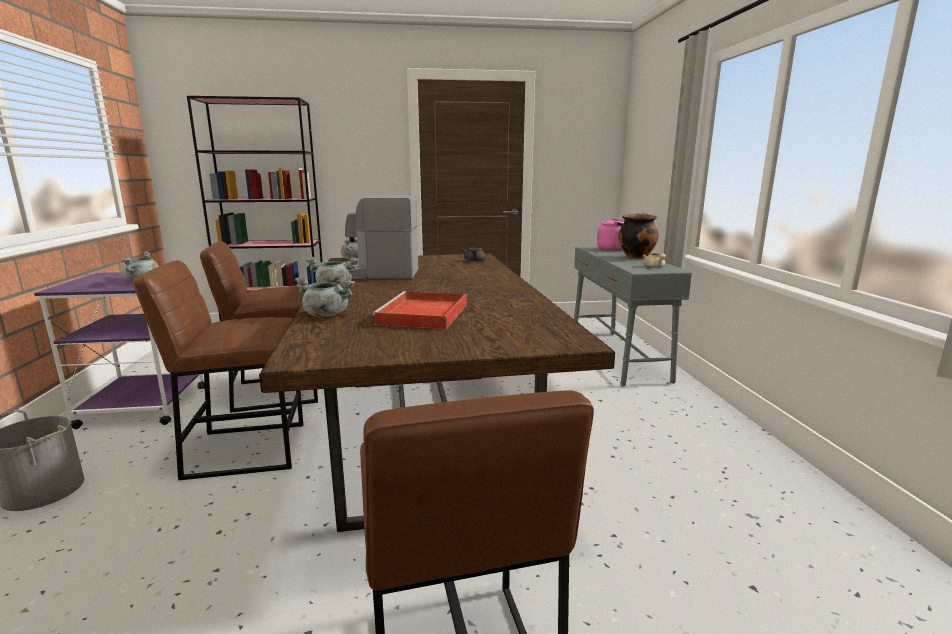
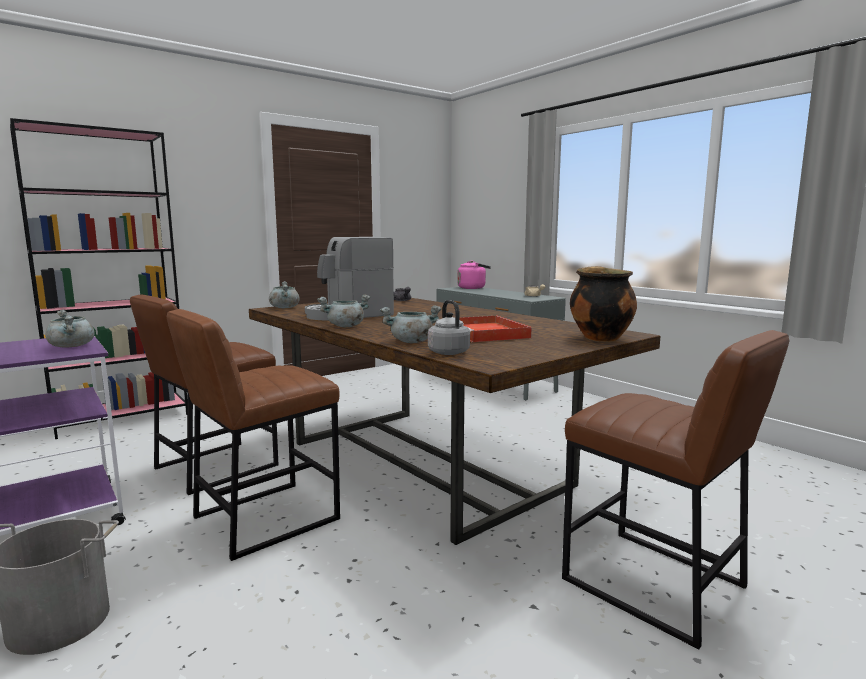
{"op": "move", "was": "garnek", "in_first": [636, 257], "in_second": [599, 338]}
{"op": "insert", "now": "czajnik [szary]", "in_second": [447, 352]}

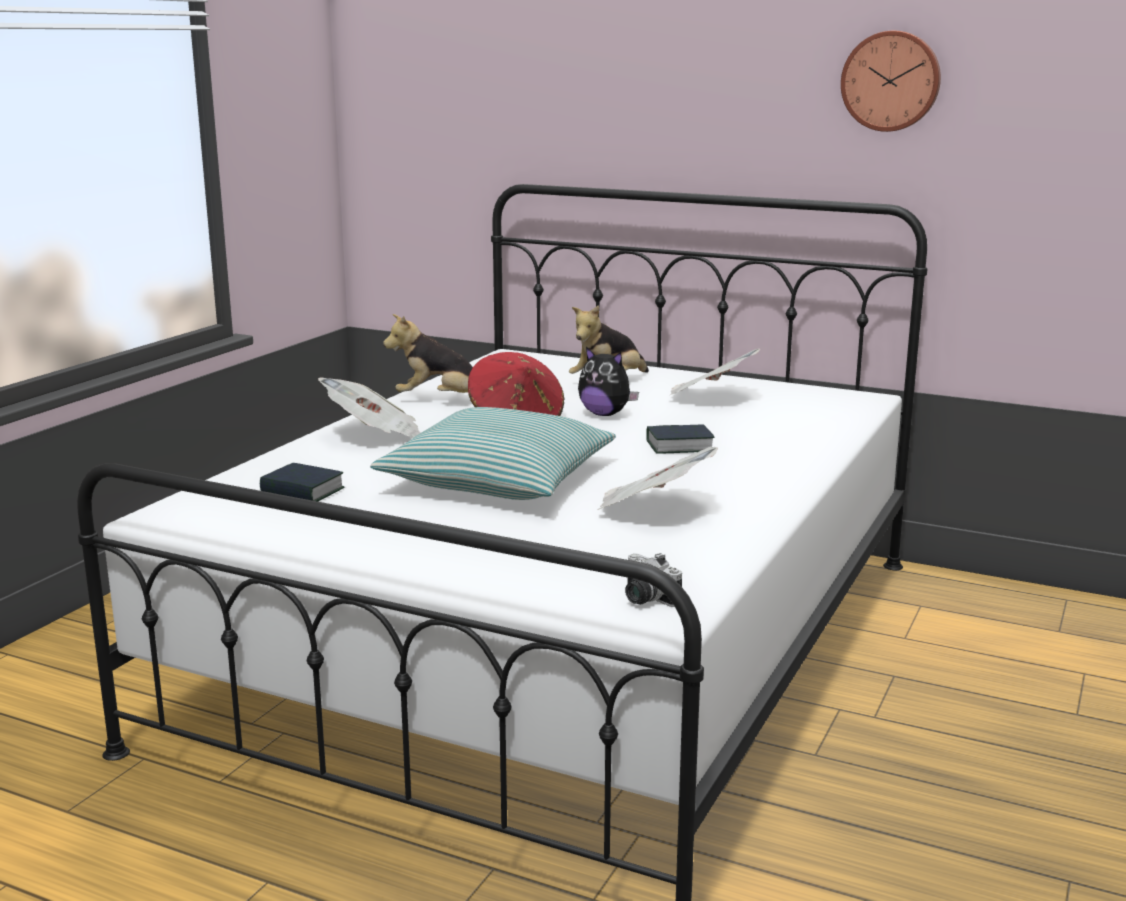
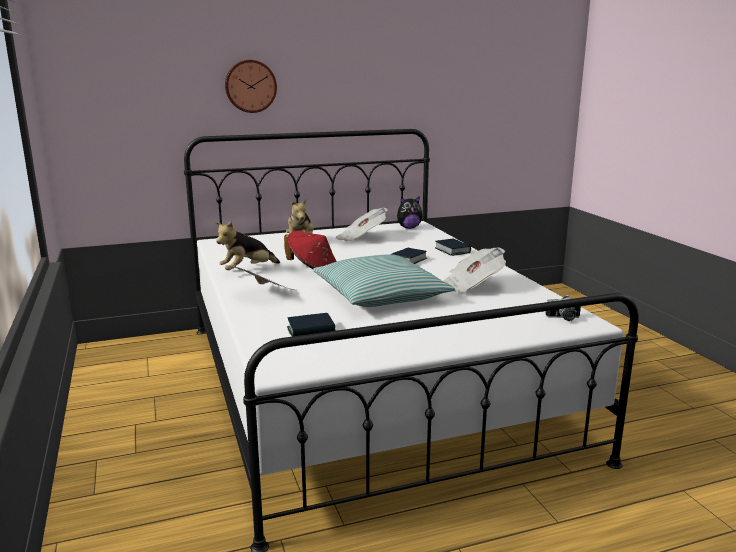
{"op": "move", "was": "pluszak", "in_first": [605, 414], "in_second": [409, 228]}
{"op": "move", "was": "zegar ścienny", "in_first": [891, 81], "in_second": [250, 86]}
{"op": "insert", "now": "książka", "in_second": [452, 250]}

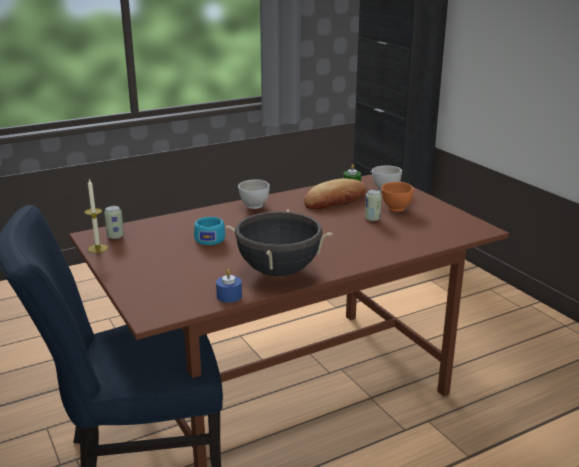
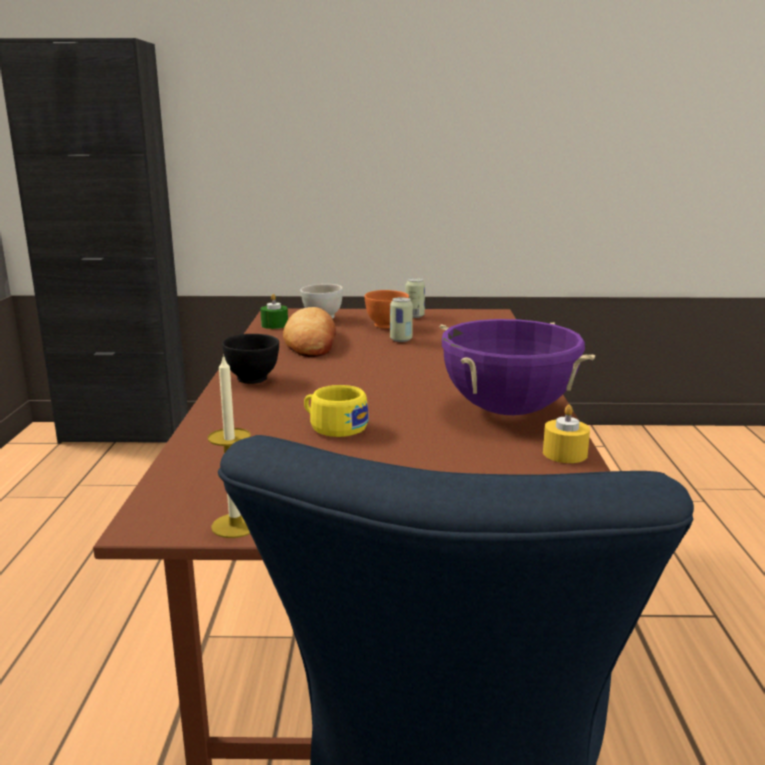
{"op": "move", "was": "puszka", "in_first": [115, 236], "in_second": [414, 316]}
{"op": "recolor", "was": "filiżanka [turkusowy]", "now": "filiżanka [żółty]", "in_first": [210, 238], "in_second": [333, 427]}
{"op": "recolor", "was": "świeca [niebieski]", "now": "świeca [żółty]", "in_first": [229, 296], "in_second": [565, 453]}
{"op": "recolor", "was": "garnek [czarny]", "now": "garnek [fioletowy]", "in_first": [278, 271], "in_second": [507, 411]}
{"op": "recolor", "was": "miska [biały]", "now": "miska [czarny]", "in_first": [254, 206], "in_second": [253, 379]}

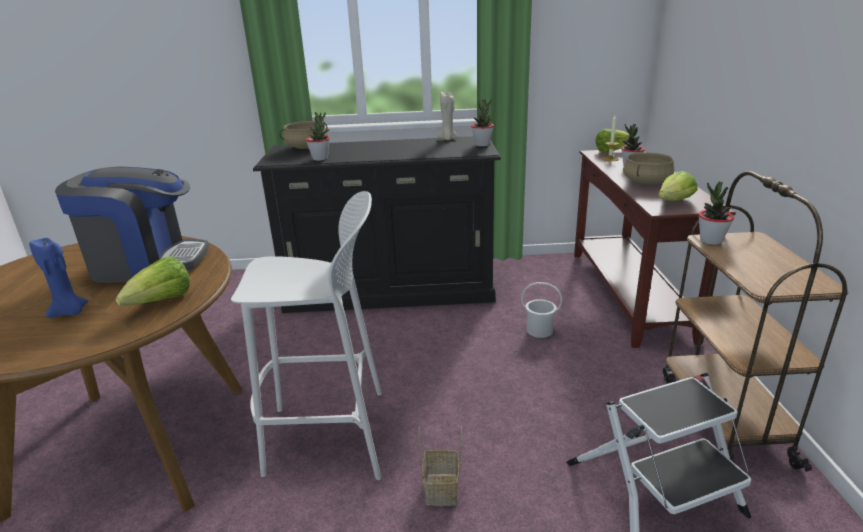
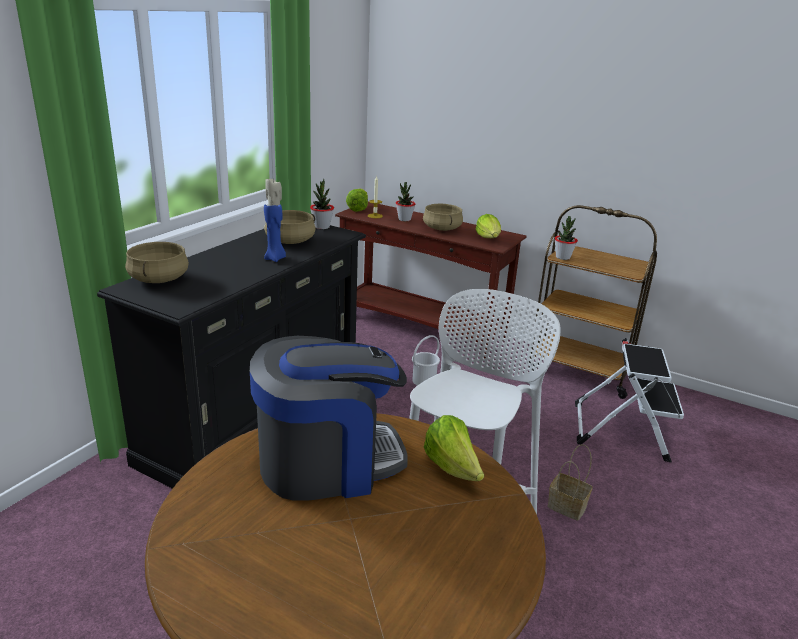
{"op": "move", "was": "świeca [niebieski]", "in_first": [70, 312], "in_second": [275, 259]}
{"op": "rotate", "was": "ekspres do kawy", "in_first": [147, 264], "in_second": [328, 462], "clockwise": 45}
{"op": "delete", "was": "roślina doniczkowa", "in_first": [320, 158]}
{"op": "insert", "now": "garnek [beżowy]", "in_second": [290, 241]}

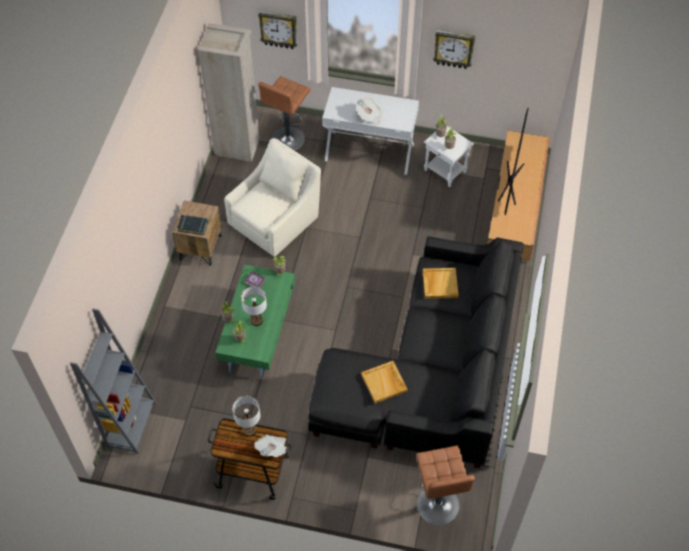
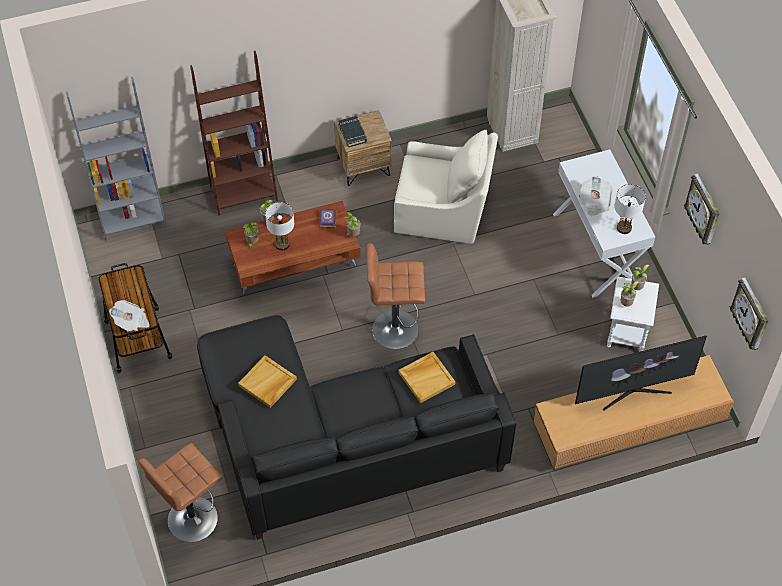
{"op": "recolor", "was": "ława [zielony]", "now": "ława [brązowy]", "in_first": [259, 334], "in_second": [294, 267]}
{"op": "move", "was": "lampa stołowa", "in_first": [249, 430], "in_second": [624, 228]}
{"op": "move", "was": "zegar ścienny", "in_first": [278, 29], "in_second": [751, 315]}
{"op": "move", "was": "stołek [brązowy]", "in_first": [287, 139], "in_second": [394, 329]}
{"op": "insert", "now": "regał [brązowy]", "in_second": [243, 194]}

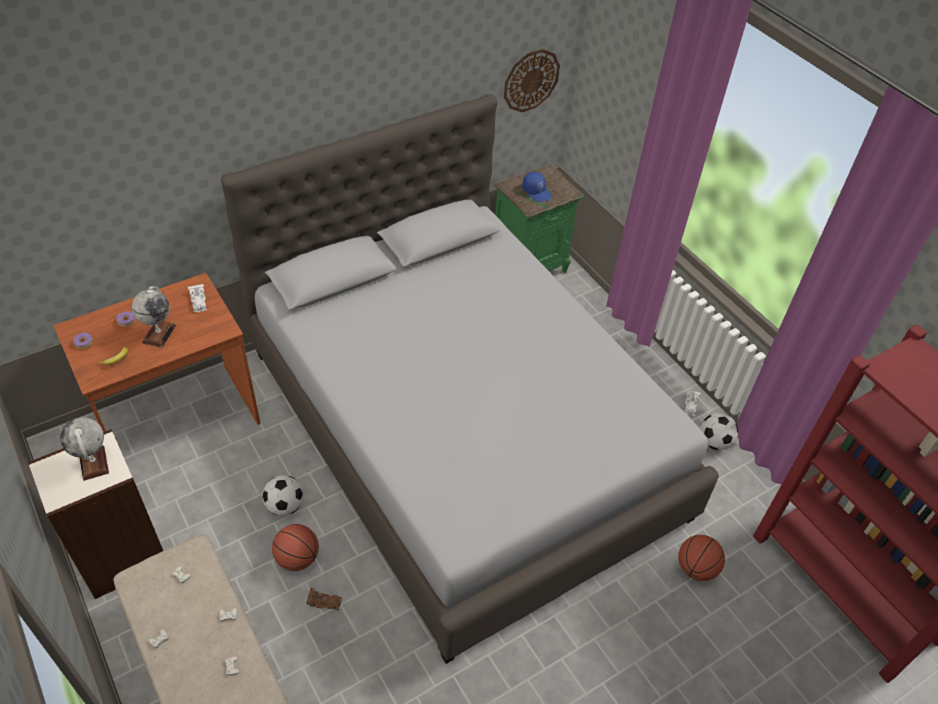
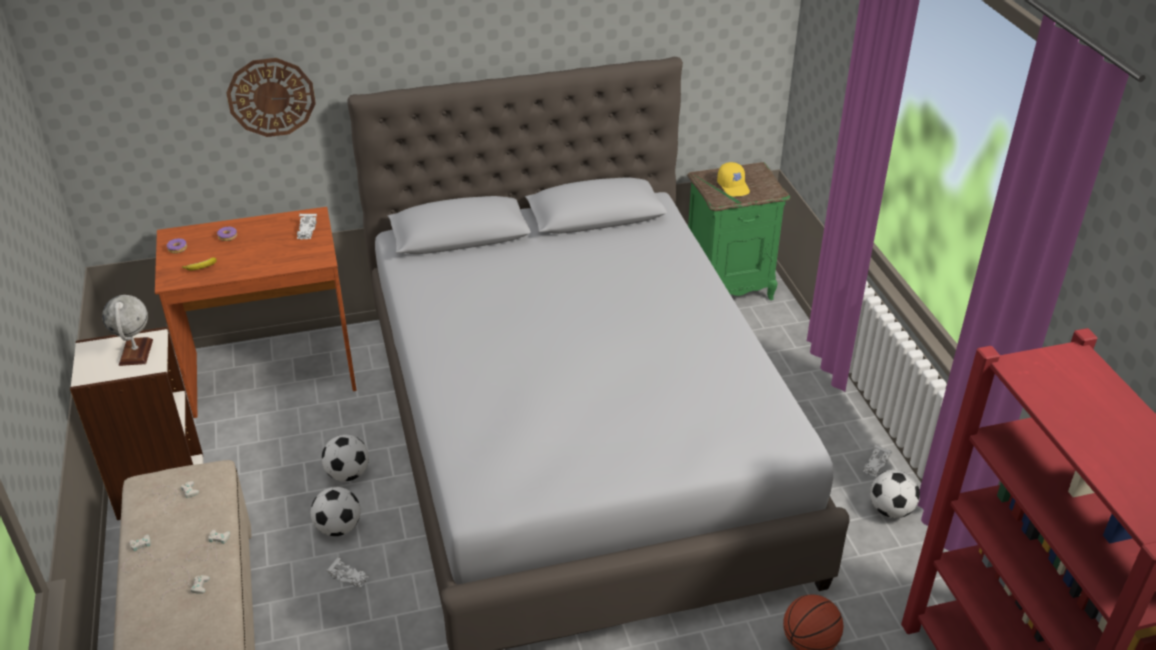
{"op": "delete", "was": "globus", "in_first": [159, 333]}
{"op": "replace", "was": "piłka do koszykówki", "now": "piłka futbolowa", "in_first": [297, 558], "in_second": [338, 527]}
{"op": "recolor", "was": "samochodzik [brązowy]", "now": "samochodzik [biały]", "in_first": [324, 602], "in_second": [349, 576]}
{"op": "move", "was": "zegar ścienny", "in_first": [531, 80], "in_second": [271, 97]}
{"op": "recolor", "was": "czapka z daszkiem [niebieski]", "now": "czapka z daszkiem [żółty]", "in_first": [537, 192], "in_second": [734, 186]}

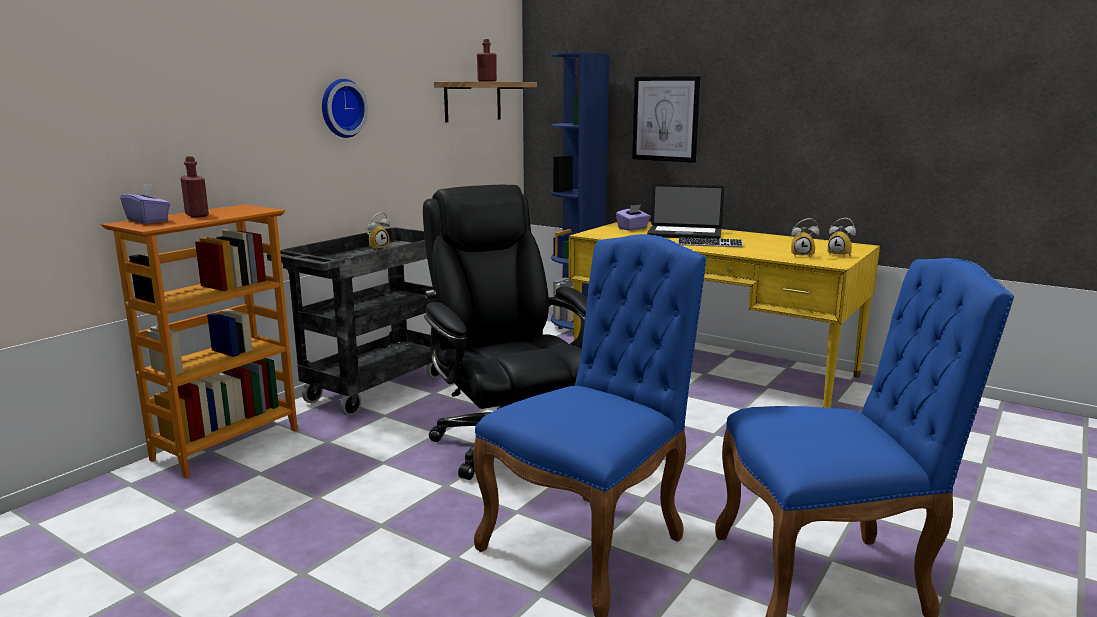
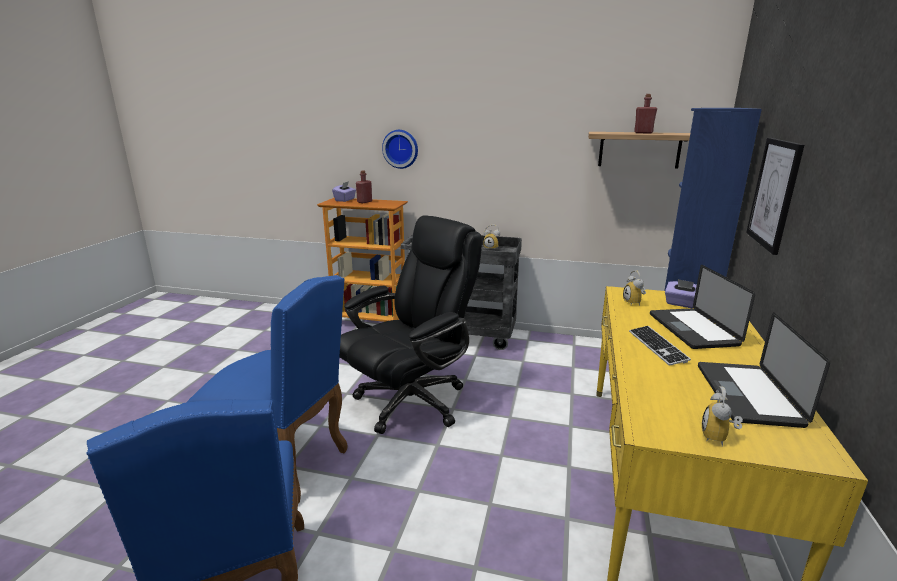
{"op": "move", "was": "zegar ścienny", "in_first": [341, 108], "in_second": [401, 149]}
{"op": "move", "was": "budzik", "in_first": [802, 256], "in_second": [634, 303]}
{"op": "insert", "now": "laptop", "in_second": [747, 394]}

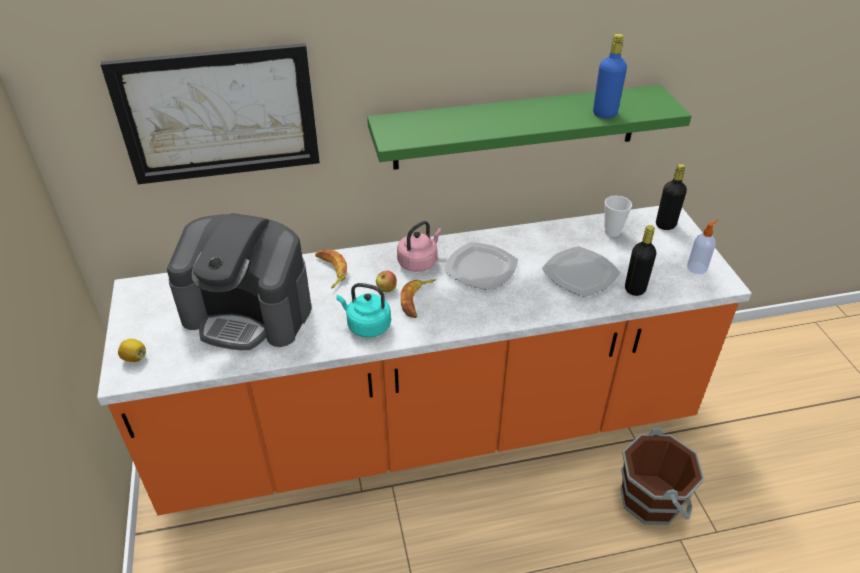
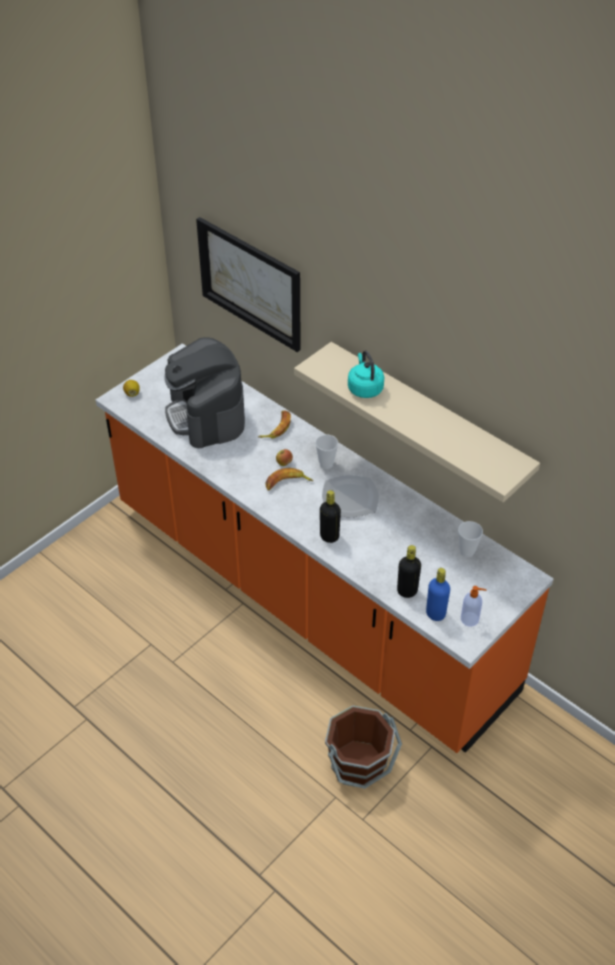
{"op": "move", "was": "czajnik [turkusowy]", "in_first": [366, 326], "in_second": [364, 388]}
{"op": "recolor", "was": "półka [zielony]", "now": "półka [beżowy]", "in_first": [516, 127], "in_second": [428, 418]}
{"op": "replace", "was": "czajnik [różowy]", "now": "filiżanka", "in_first": [419, 262], "in_second": [326, 464]}
{"op": "delete", "was": "talerz", "in_first": [581, 273]}
{"op": "move", "was": "butelka [niebieski]", "in_first": [604, 113], "in_second": [435, 614]}
{"op": "move", "was": "butelka [czarny]", "in_first": [665, 225], "in_second": [329, 536]}

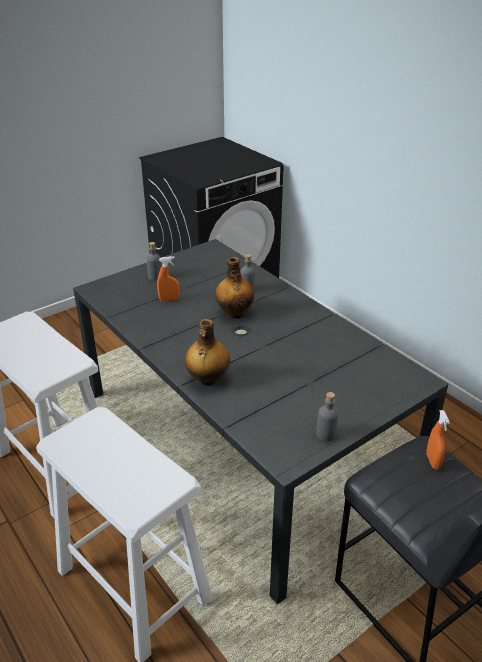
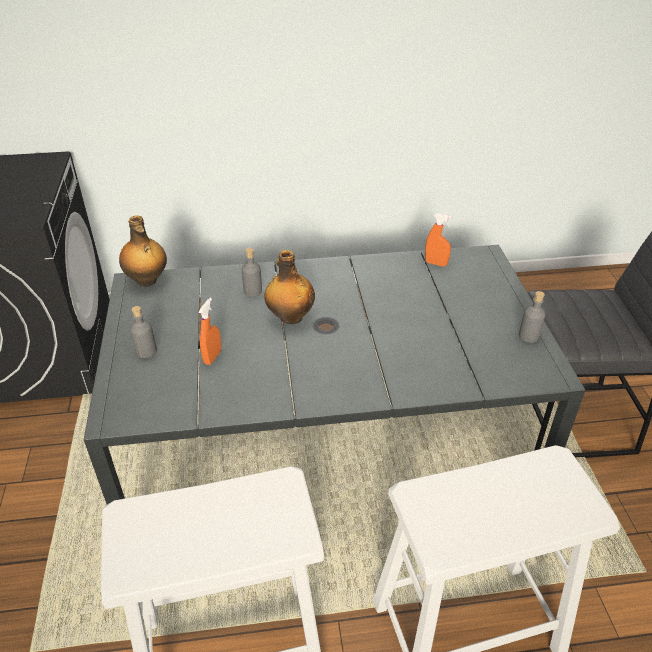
{"op": "move", "was": "butelka", "in_first": [207, 380], "in_second": [147, 281]}
{"op": "move", "was": "spryskiwacz [pomarańczowy]", "in_first": [433, 461], "in_second": [436, 263]}

